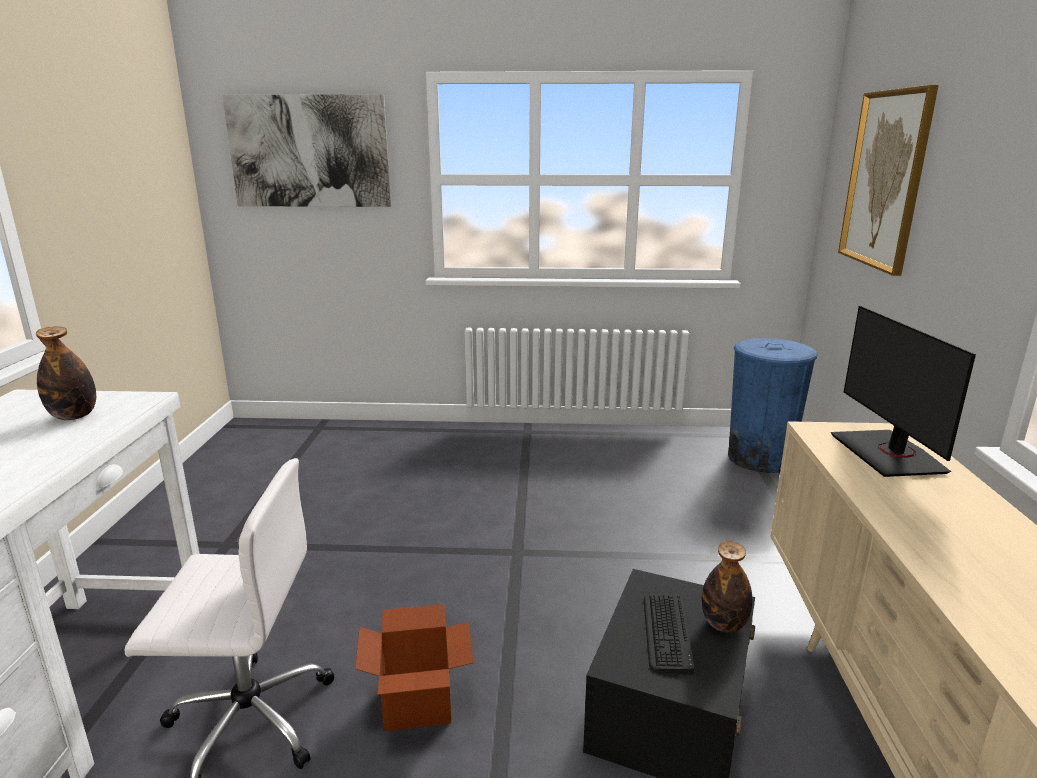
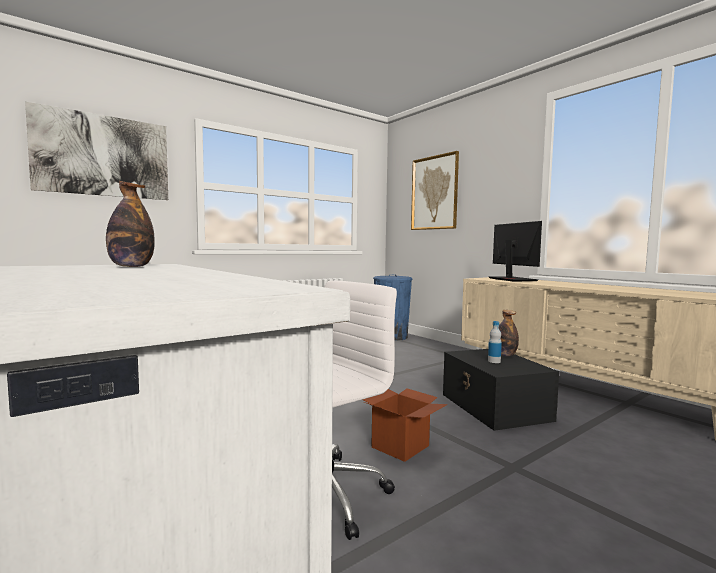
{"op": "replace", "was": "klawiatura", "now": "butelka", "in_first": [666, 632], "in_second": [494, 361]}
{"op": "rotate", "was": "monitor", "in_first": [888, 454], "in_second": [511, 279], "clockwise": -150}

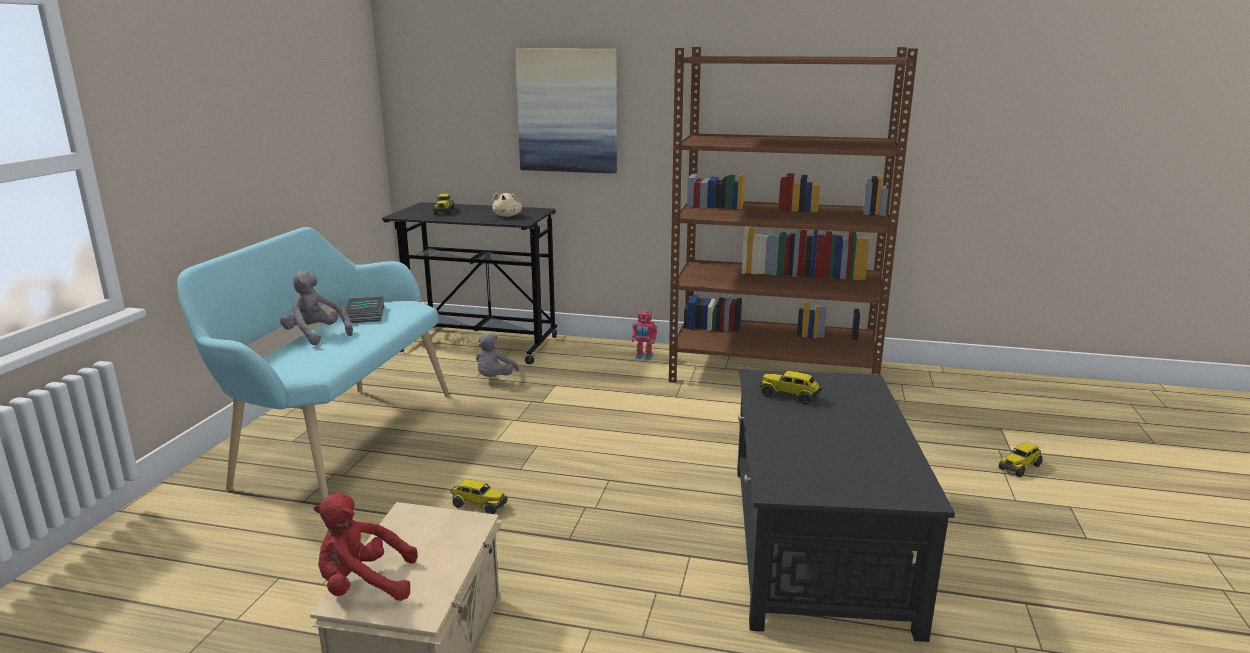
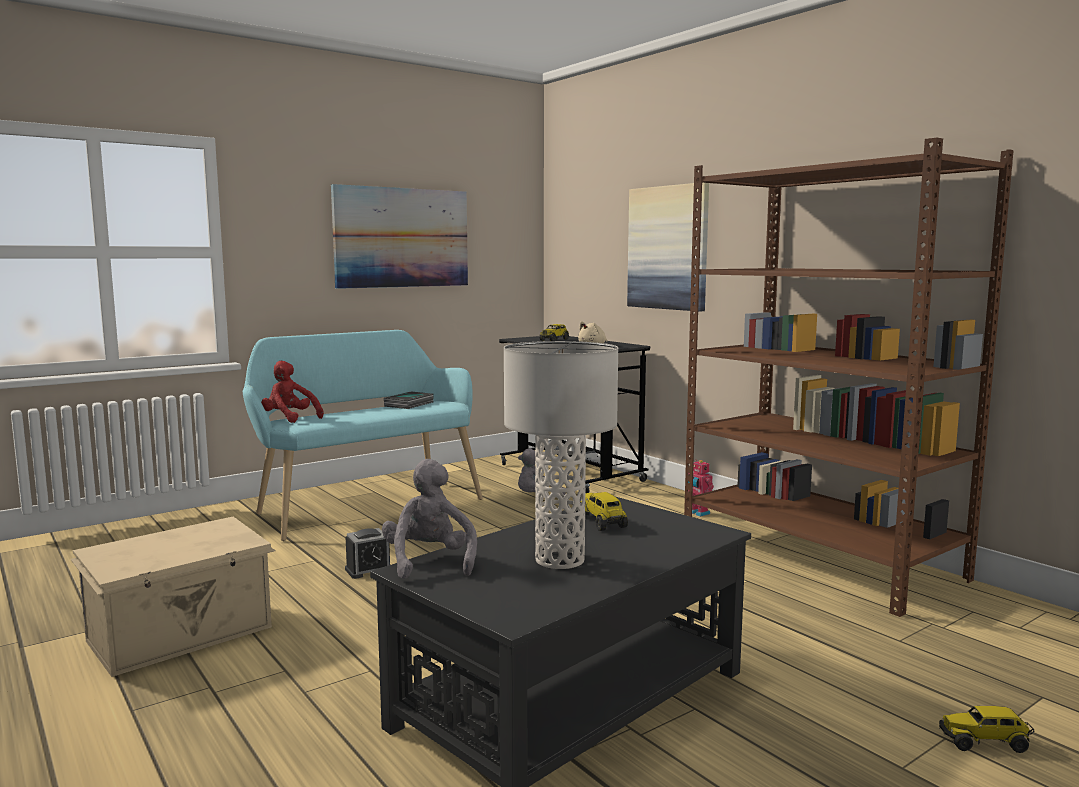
{"op": "move", "was": "pluszak [szary]", "in_first": [315, 336], "in_second": [429, 562]}
{"op": "move", "was": "pluszak [czerwony]", "in_first": [363, 585], "in_second": [290, 419]}
{"op": "replace", "was": "ciężarówka zabawkowa", "now": "budzik", "in_first": [479, 505], "in_second": [368, 570]}
{"op": "insert", "now": "obraz", "in_second": [402, 238]}
{"op": "insert", "now": "lampa stołowa [biały]", "in_second": [560, 560]}

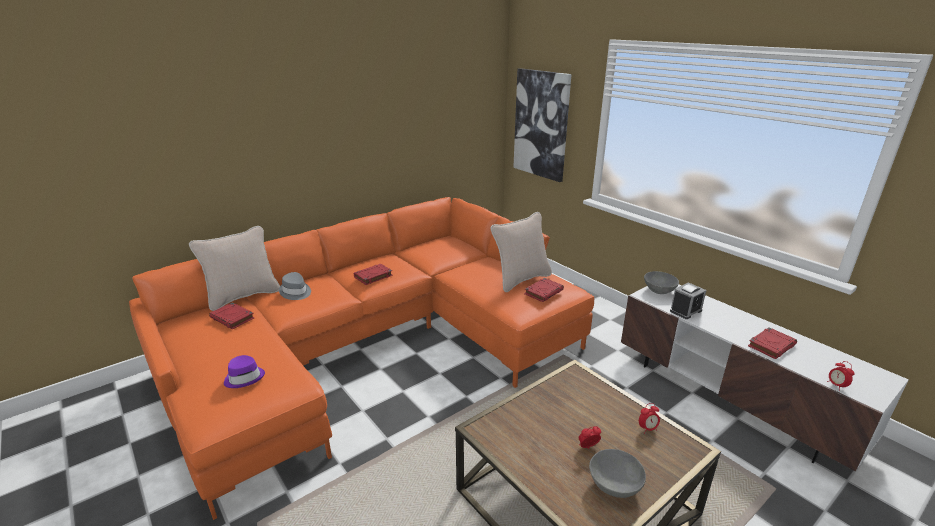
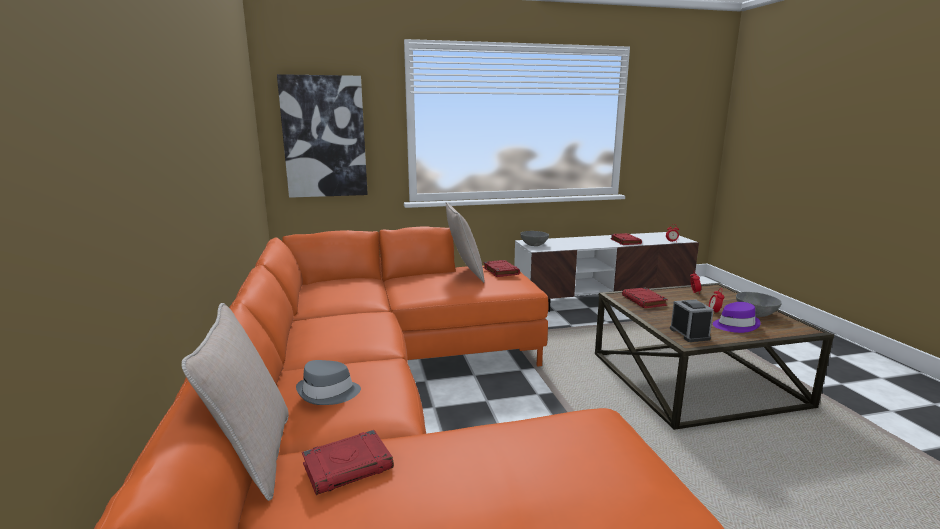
{"op": "move", "was": "kapelusz [fioletowy]", "in_first": [244, 377], "in_second": [735, 325]}
{"op": "move", "was": "książka [czerwony]", "in_first": [373, 276], "in_second": [644, 301]}
{"op": "move", "was": "budzik", "in_first": [685, 311], "in_second": [689, 334]}

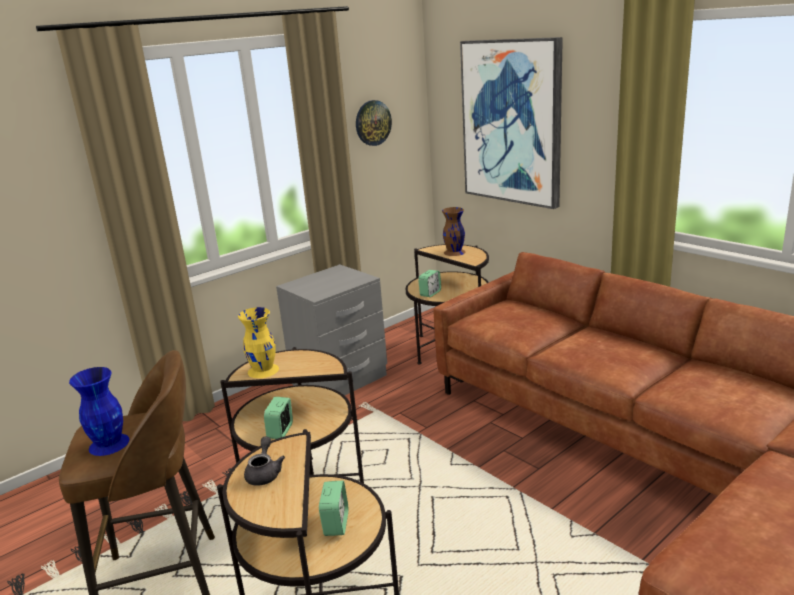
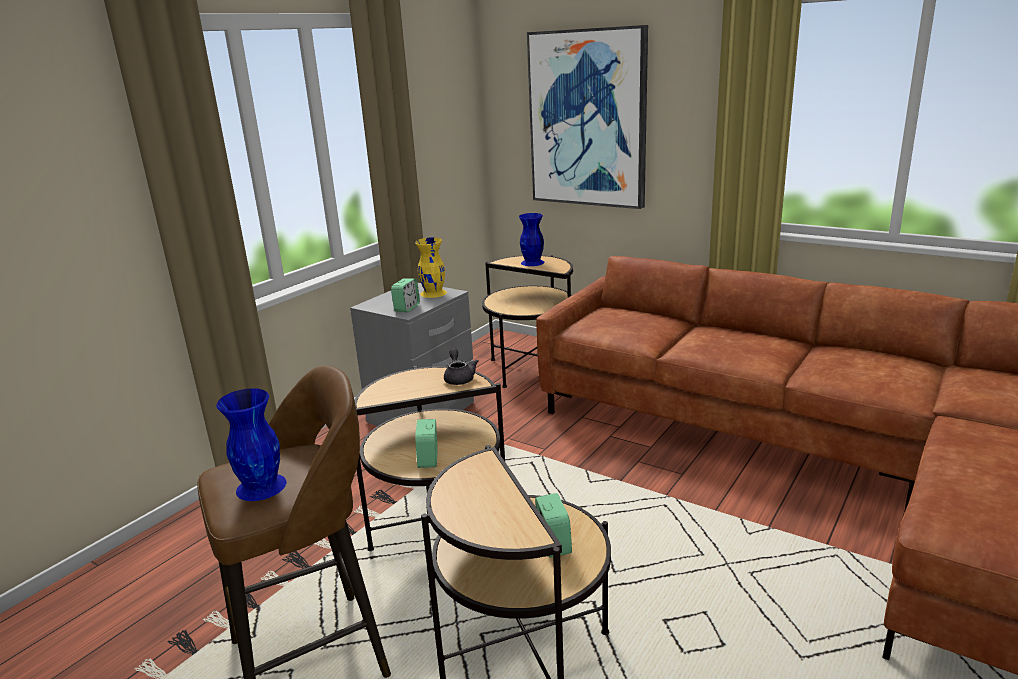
{"op": "move", "was": "wazon [żółty]", "in_first": [263, 370], "in_second": [434, 293]}
{"op": "move", "was": "imbryk [szary]", "in_first": [264, 473], "in_second": [459, 378]}
{"op": "delete", "was": "zegar ścienny", "in_first": [373, 123]}
{"op": "move", "was": "budzik", "in_first": [430, 293], "in_second": [407, 308]}
{"op": "recolor", "was": "wazon [brązowy]", "now": "wazon [niebieski]", "in_first": [454, 252], "in_second": [532, 262]}

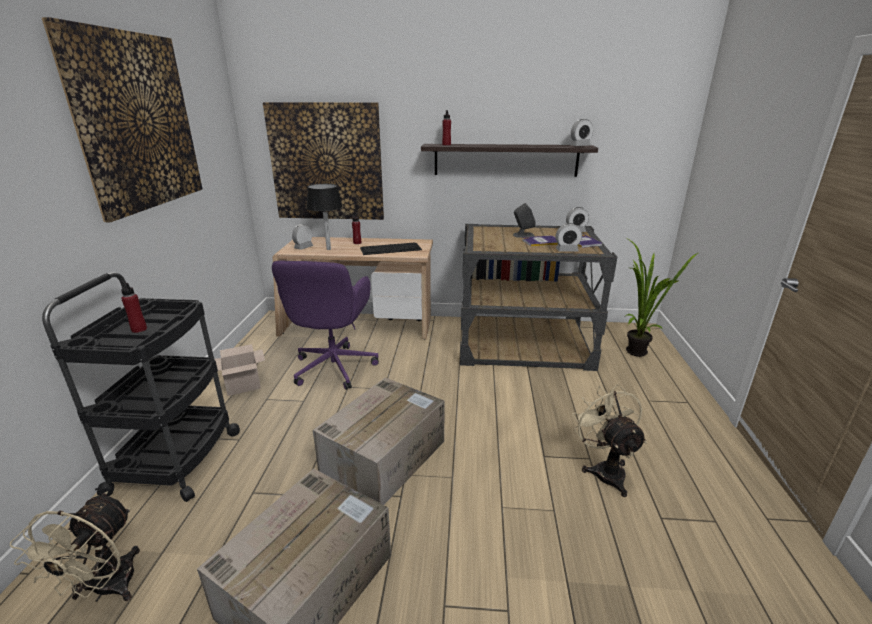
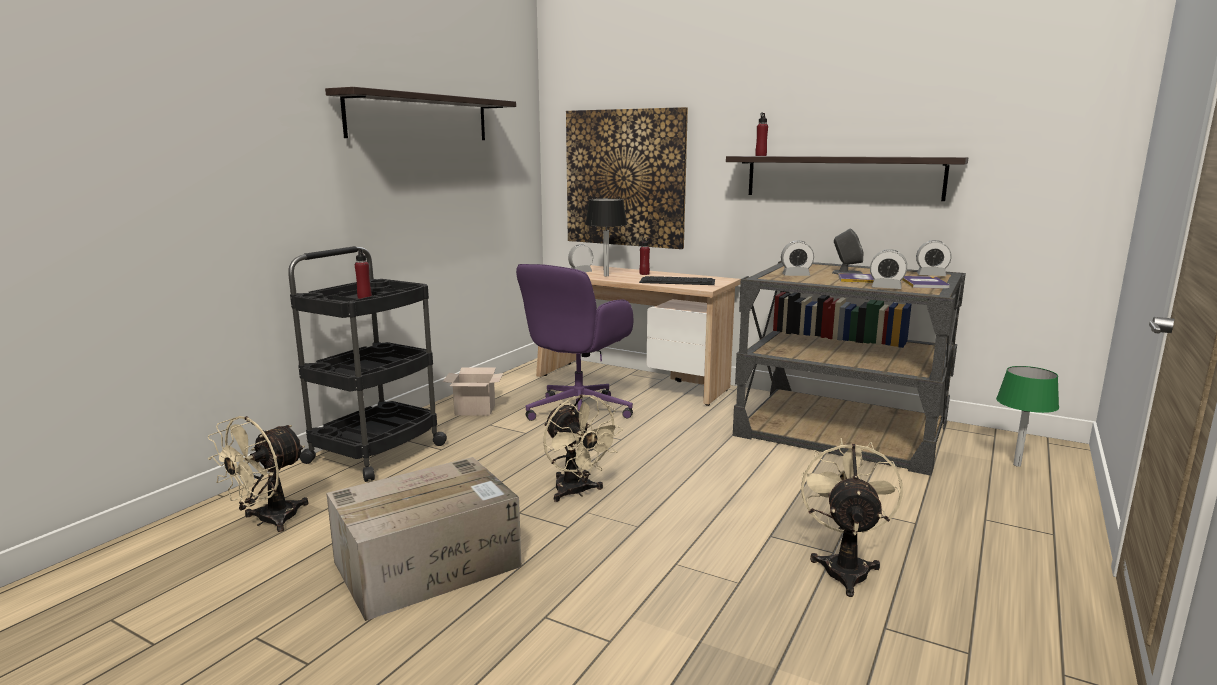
{"op": "replace", "was": "obraz", "now": "półka", "in_first": [137, 122], "in_second": [420, 117]}
{"op": "replace", "was": "karton", "now": "wentylator [beżowy]", "in_first": [385, 455], "in_second": [576, 492]}
{"op": "move", "was": "budzik", "in_first": [580, 146], "in_second": [796, 275]}
{"op": "replace", "was": "roślina doniczkowa", "now": "lampa stołowa [zielony]", "in_first": [634, 349], "in_second": [1017, 465]}

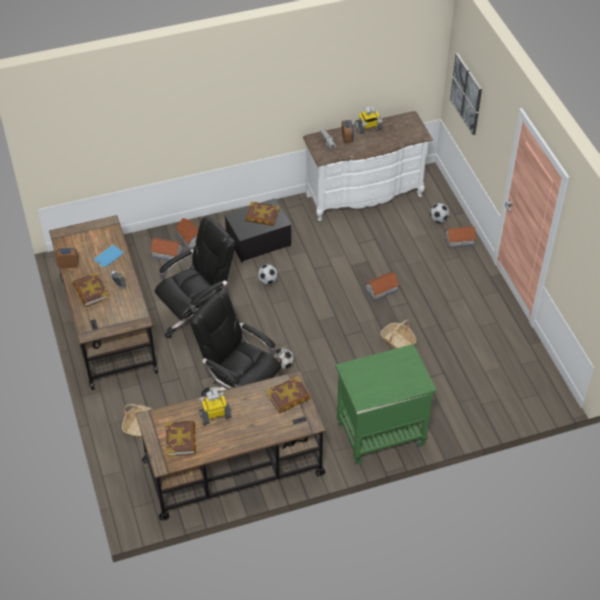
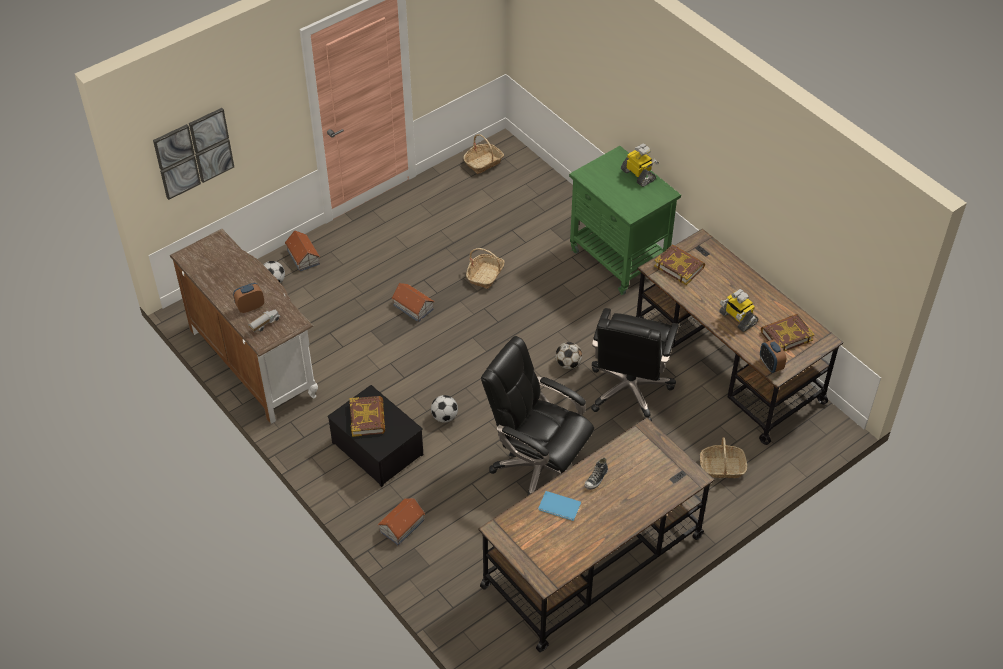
{"op": "move", "was": "budzik", "in_first": [68, 265], "in_second": [770, 365]}
{"op": "delete", "was": "książka", "in_first": [90, 292]}
{"op": "delete", "was": "domek", "in_first": [167, 253]}
{"op": "move", "was": "robot zabawkowy", "in_first": [368, 128], "in_second": [638, 175]}
{"op": "insert", "now": "koszyk", "in_second": [483, 163]}

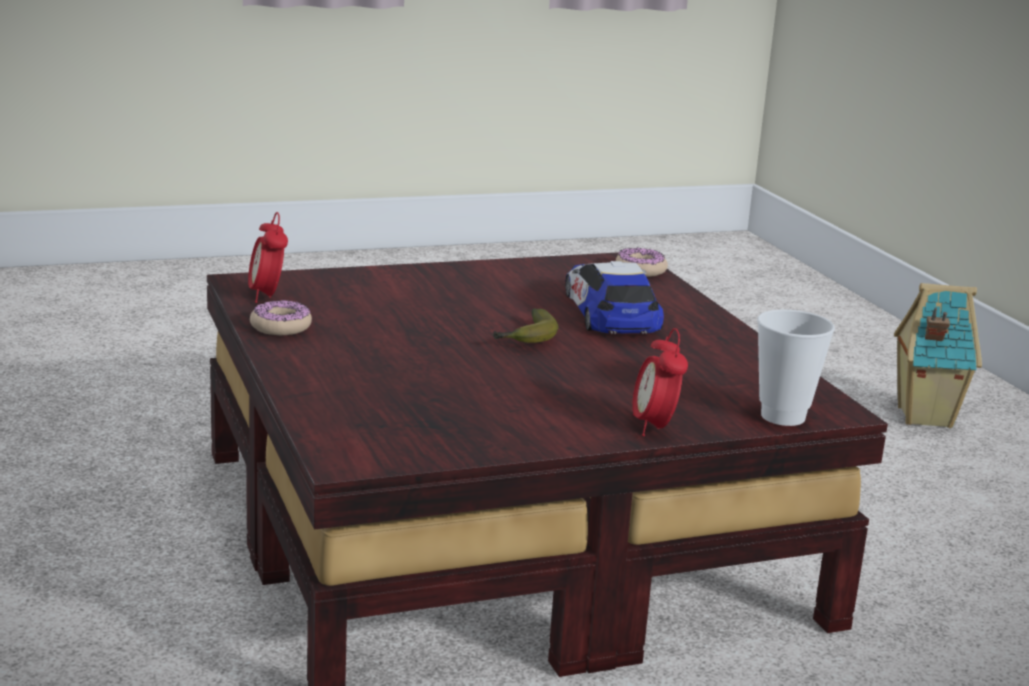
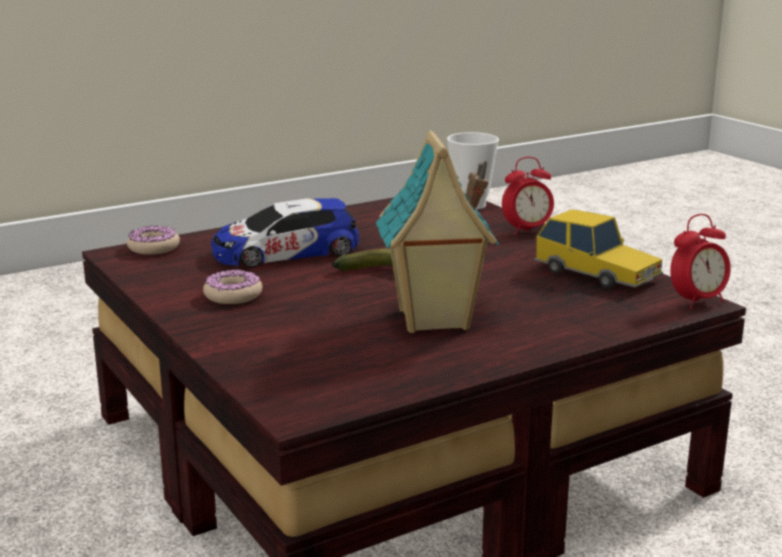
{"op": "move", "was": "budzik", "in_first": [267, 296], "in_second": [697, 301]}
{"op": "move", "was": "donut", "in_first": [280, 327], "in_second": [233, 295]}
{"op": "move", "was": "domek", "in_first": [922, 417], "in_second": [433, 320]}
{"op": "insert", "now": "samochodzik", "in_second": [597, 273]}

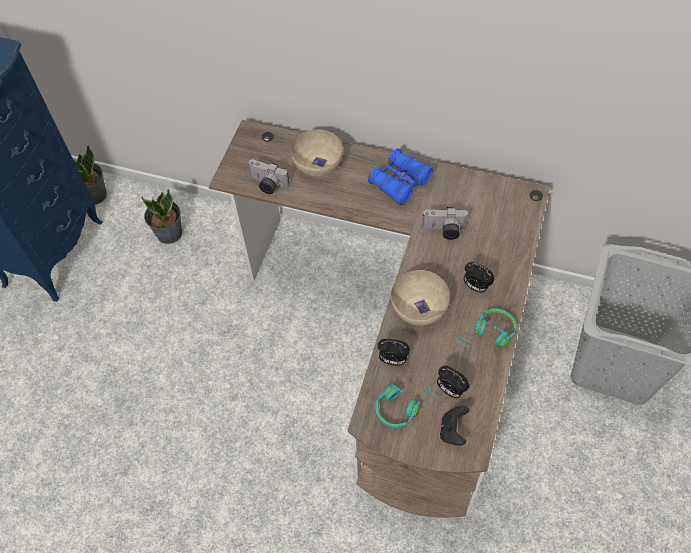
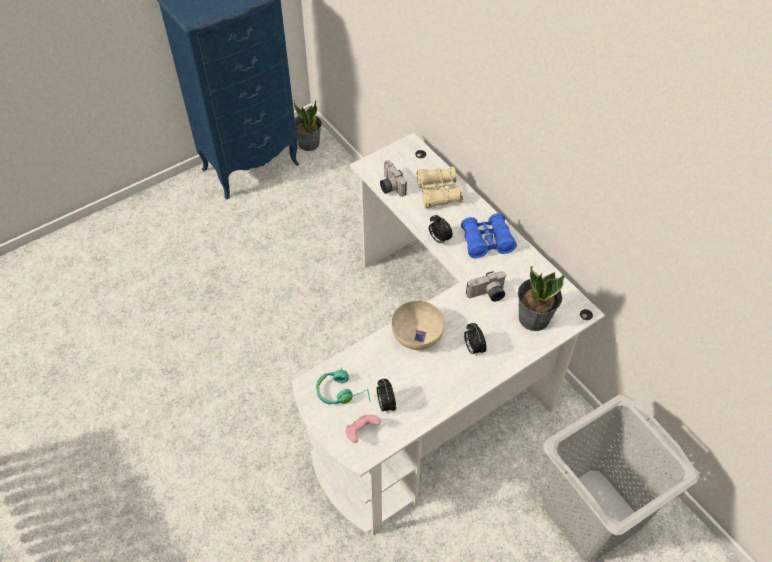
{"op": "move", "was": "roślina doniczkowa", "in_first": [169, 233], "in_second": [533, 317]}
{"op": "recolor", "was": "biurko [brązowy]", "now": "biurko [biały]", "in_first": [401, 337], "in_second": [436, 376]}
{"op": "replace", "was": "miska [beżowy]", "now": "lornetka [beżowy]", "in_first": [317, 164], "in_second": [438, 193]}
{"op": "move", "was": "budzik", "in_first": [392, 360], "in_second": [439, 239]}
{"op": "rotate", "was": "aparat fotograficzny", "in_first": [444, 231], "in_second": [487, 295], "clockwise": -60}
{"op": "recolor", "was": "pad do gier [czarny]", "now": "pad do gier [różowy]", "in_first": [453, 430], "in_second": [361, 432]}
{"op": "delete", "was": "słuchawki [turkusowy]", "in_first": [489, 335]}

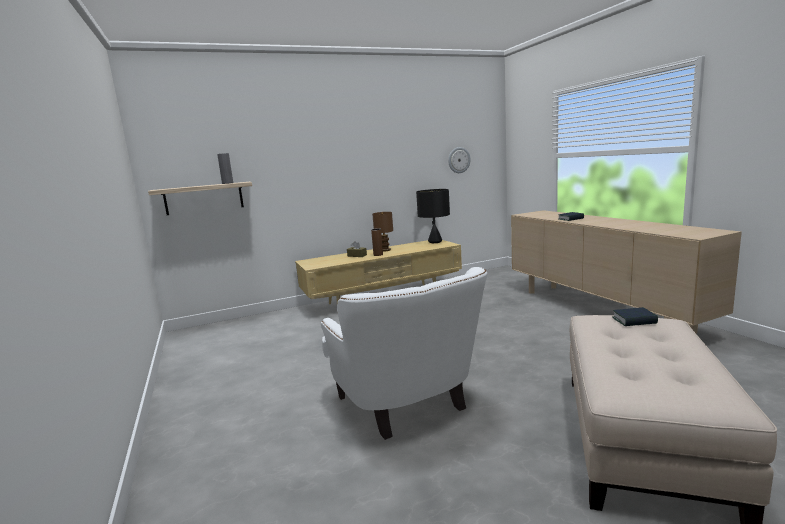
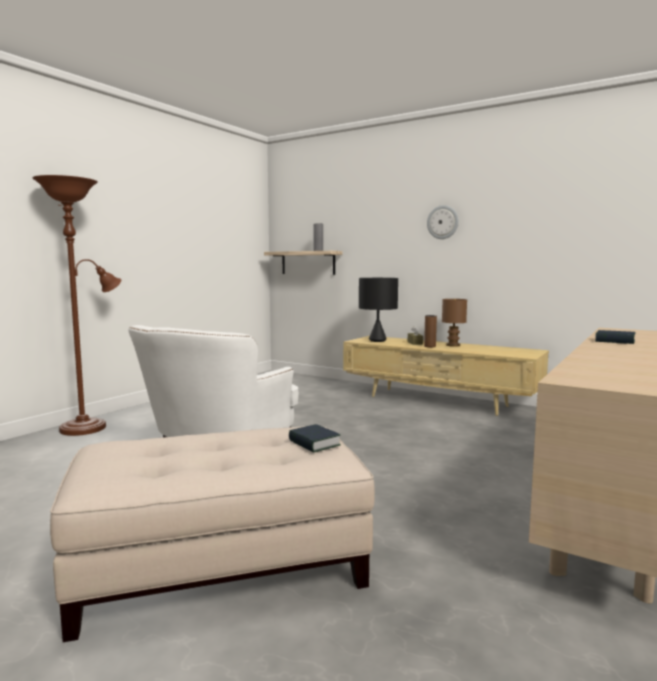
{"op": "move", "was": "lampa stołowa [czarny]", "in_first": [435, 242], "in_second": [377, 341]}
{"op": "move", "was": "zegar ścienny", "in_first": [458, 160], "in_second": [443, 222]}
{"op": "insert", "now": "lampa stojąca [brązowy]", "in_second": [88, 427]}

